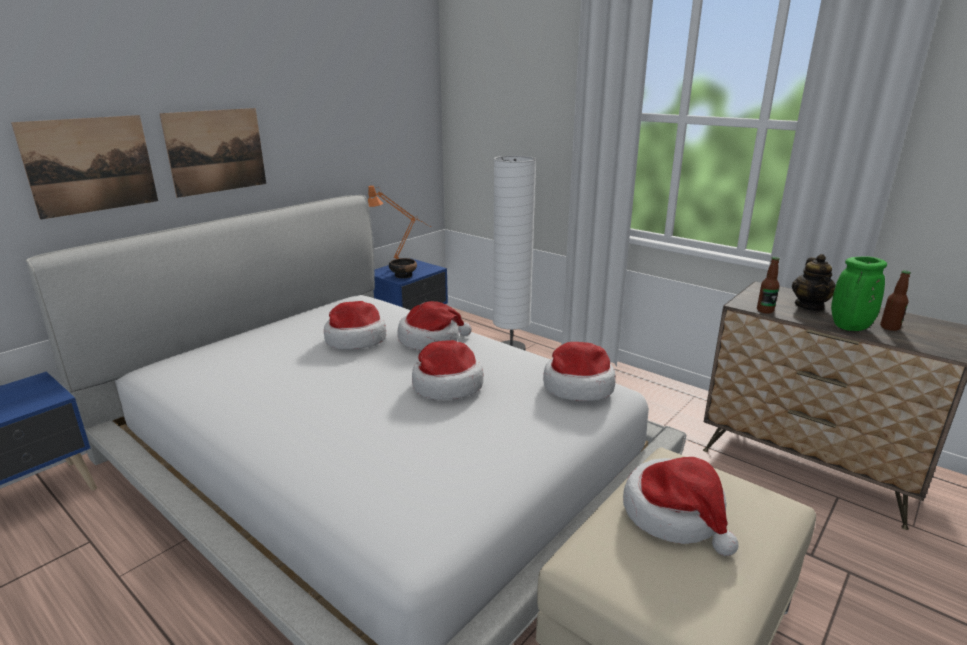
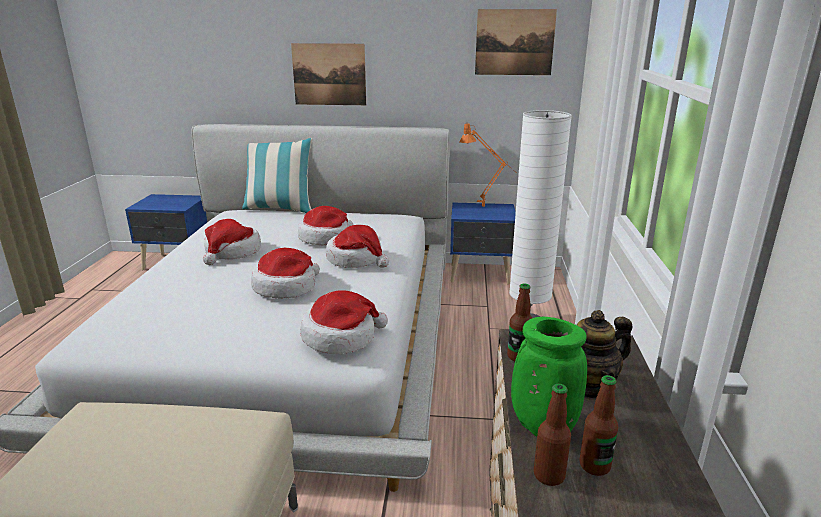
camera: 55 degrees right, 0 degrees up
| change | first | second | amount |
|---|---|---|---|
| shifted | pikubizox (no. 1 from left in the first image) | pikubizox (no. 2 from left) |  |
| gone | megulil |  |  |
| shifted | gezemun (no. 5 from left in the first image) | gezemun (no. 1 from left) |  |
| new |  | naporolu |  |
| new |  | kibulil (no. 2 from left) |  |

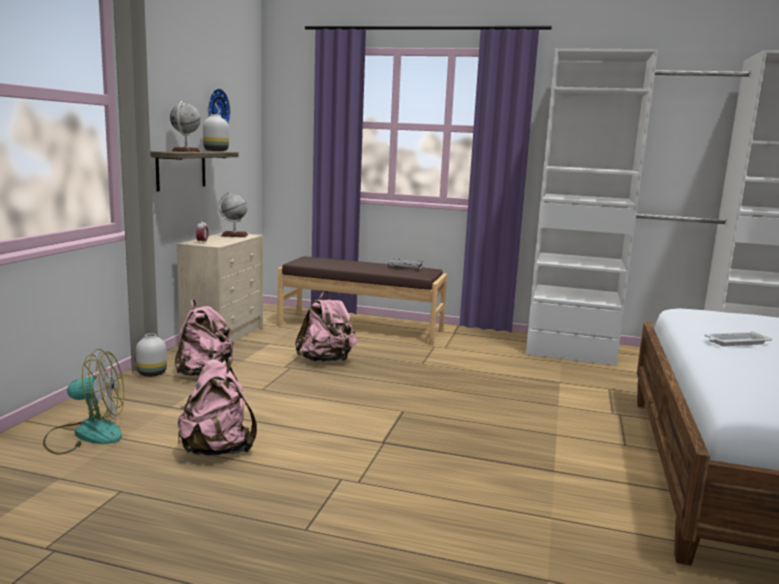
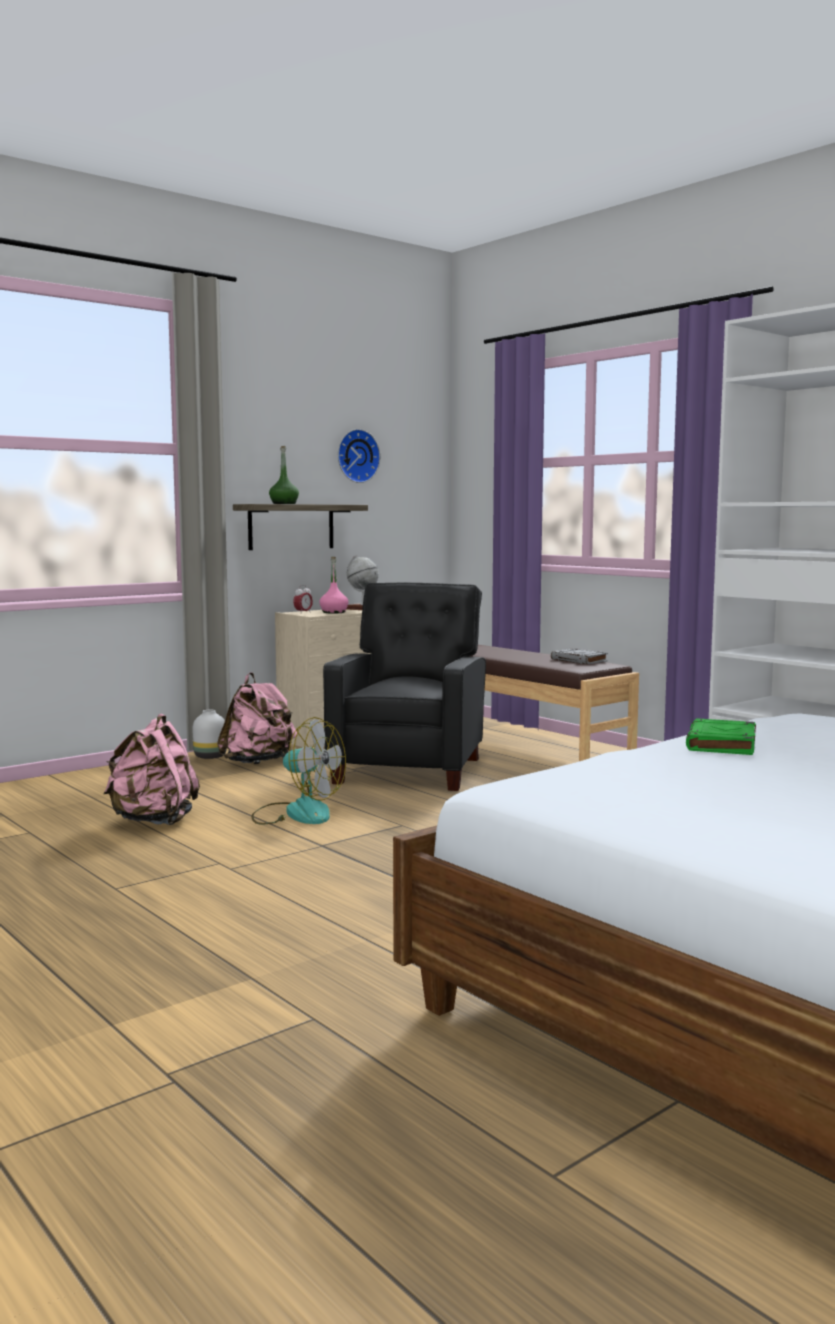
camera: 35 degrees right, 5 degrees down
| change | first | second | amount |
|---|---|---|---|
| swapped | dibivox (no. 1 from left) | green_kibulil |  |
| gone | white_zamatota (no. 2 from left) |  |  |
| swapped | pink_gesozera (no. 3 from left) | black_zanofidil |  |
| swapped | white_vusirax | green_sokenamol |  |
| shifted | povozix |  |  |
| new |  | pink_kibulil |  |

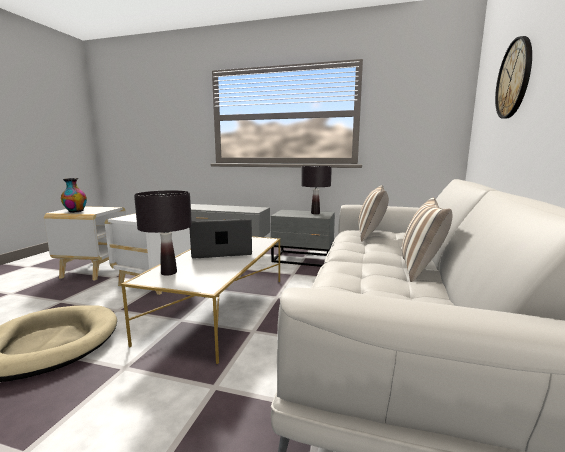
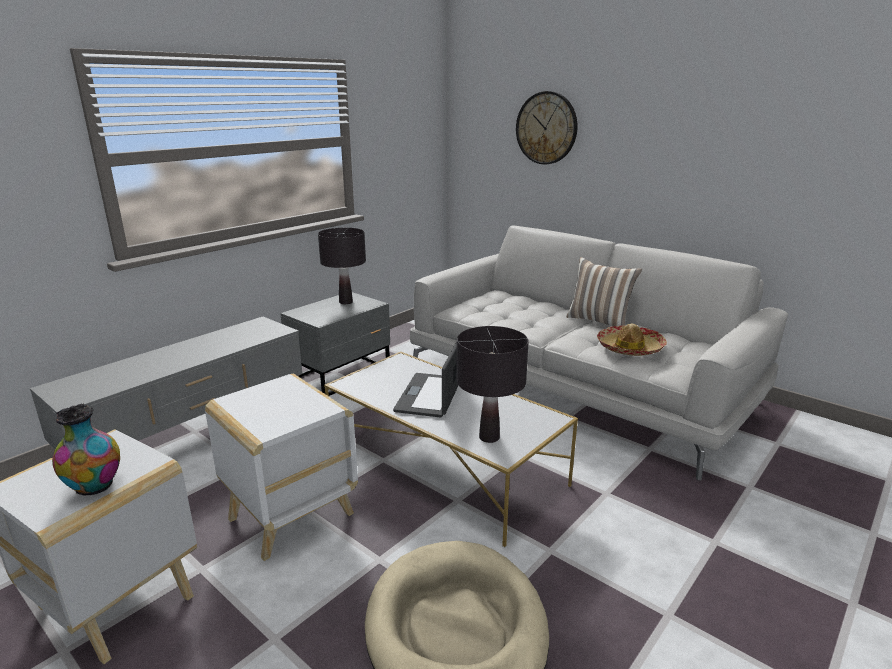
camera: 65 degrees left, 10 degrees up
| change | first | second | amount |
|---|---|---|---|
| gone | naporolu (no. 1 from left) |  |  |
| new |  | gezemun |  |

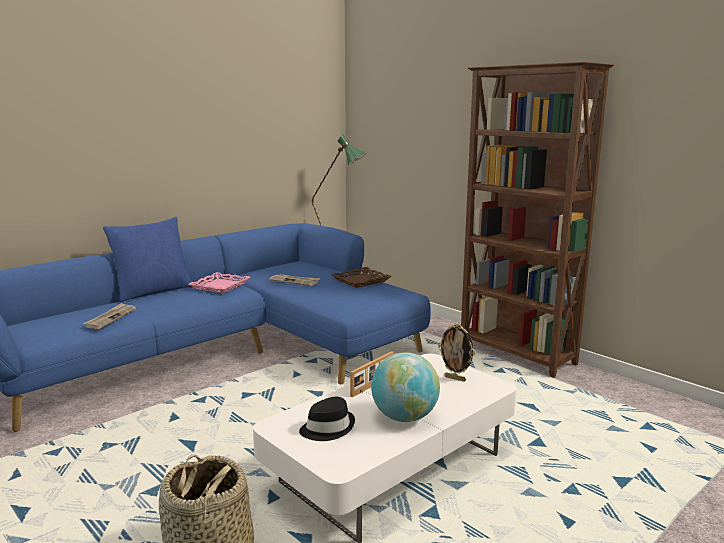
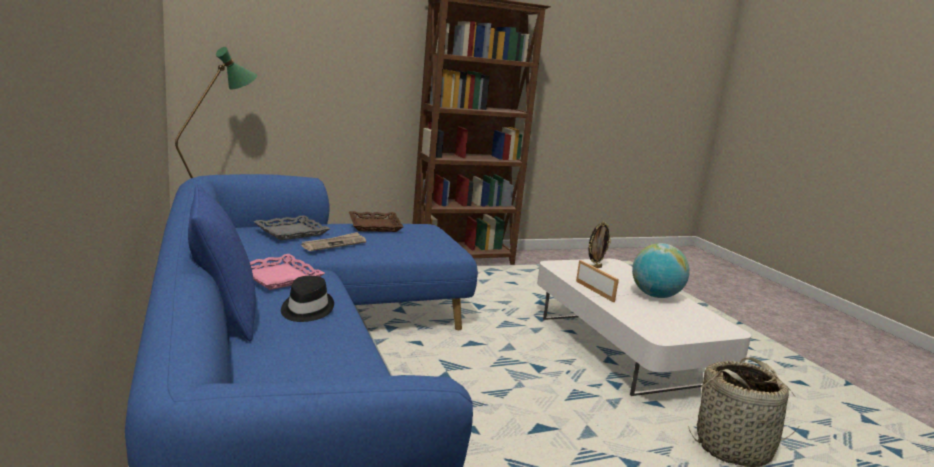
camera: 70 degrees left, 0 degrees up
| change | first | second | amount |
|---|---|---|---|
| gone | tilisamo (no. 1 from left) |  |  |
| shifted | black_gezemun |  |  |
| new |  | grey_vusirax |  |

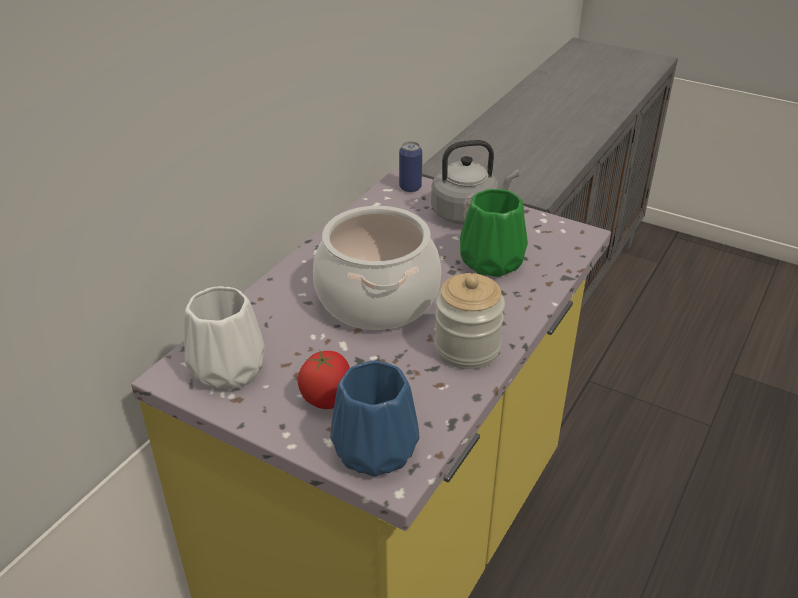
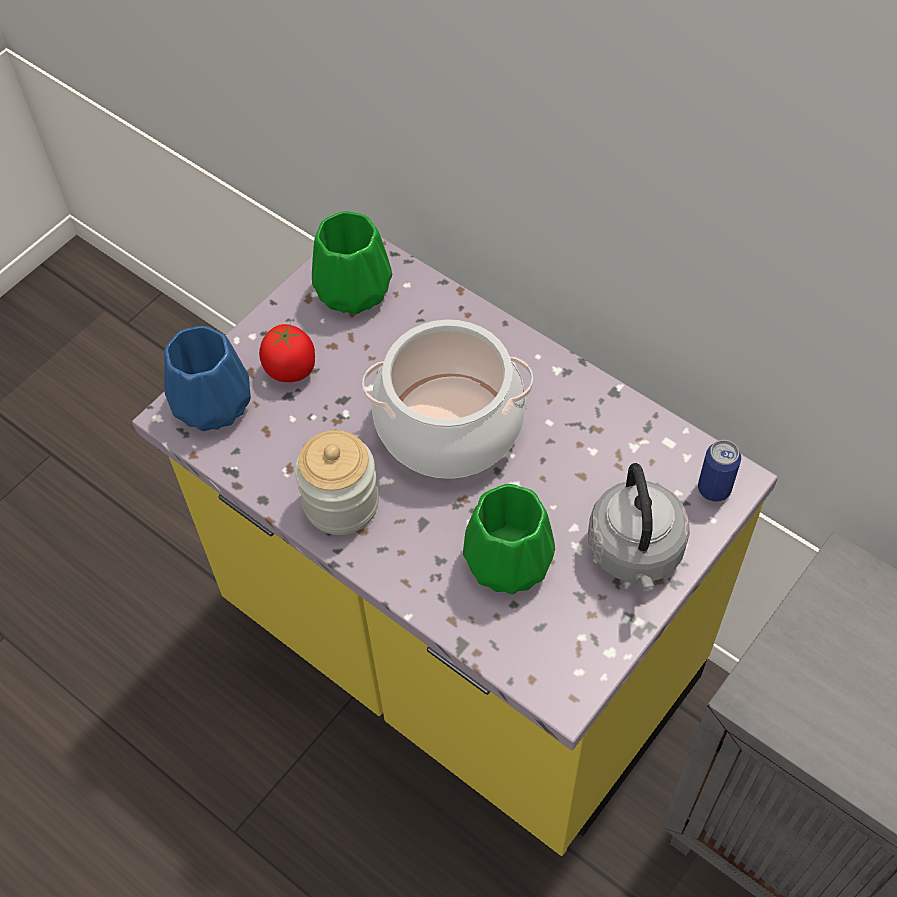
camera: 100 degrees right, 20 degrees up
| change | first | second | amount |
|---|---|---|---|
| repainted | white_zamatota | green_zamatota (no. 1 from left) |  |

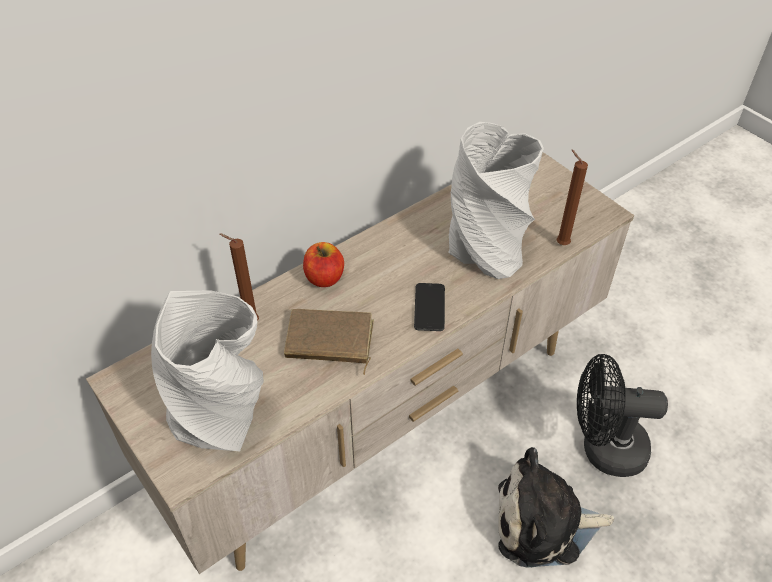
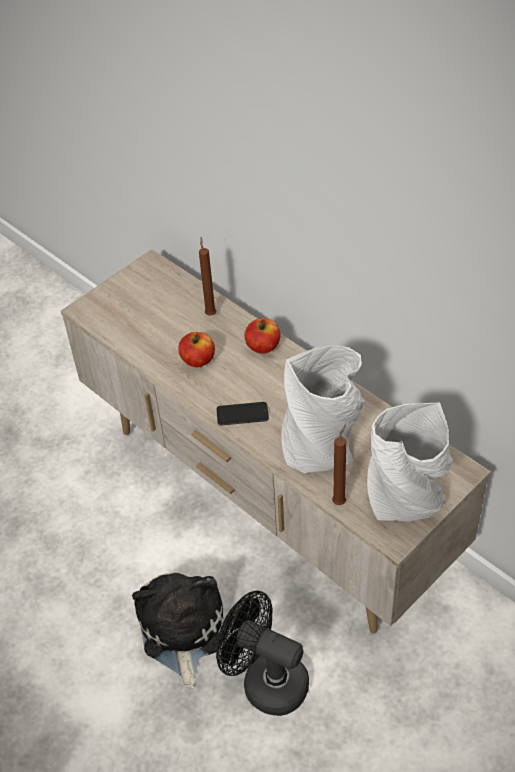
camera: 85 degrees right, 0 degrees up
| change | first | second | amount |
|---|---|---|---|
| shifted | grey_zamatota (no. 1 from left in the first image) | grey_zamatota (no. 2 from left) |  |
| swapped | brown_sokenamol | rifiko (no. 1 from left) |  |
| rotated | black_povozix |  | 60 degrees counterclockwise |

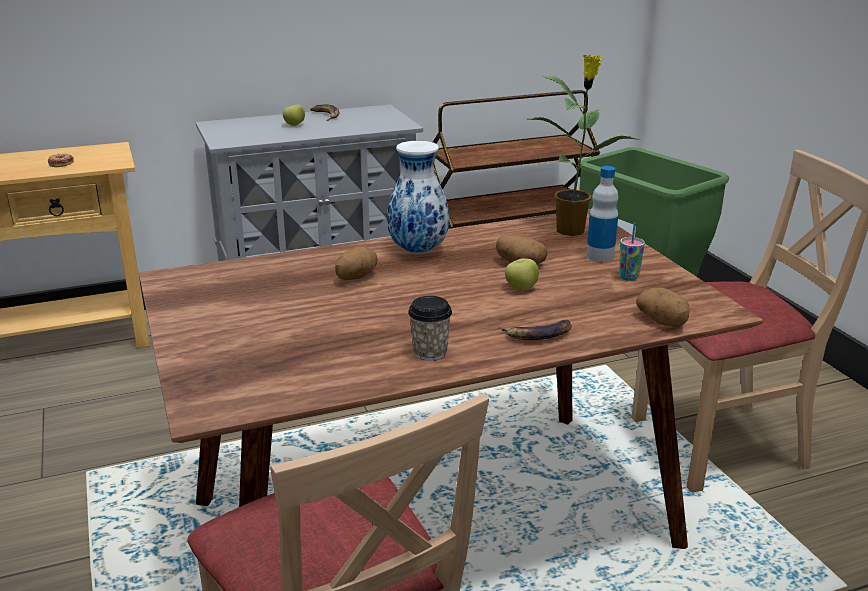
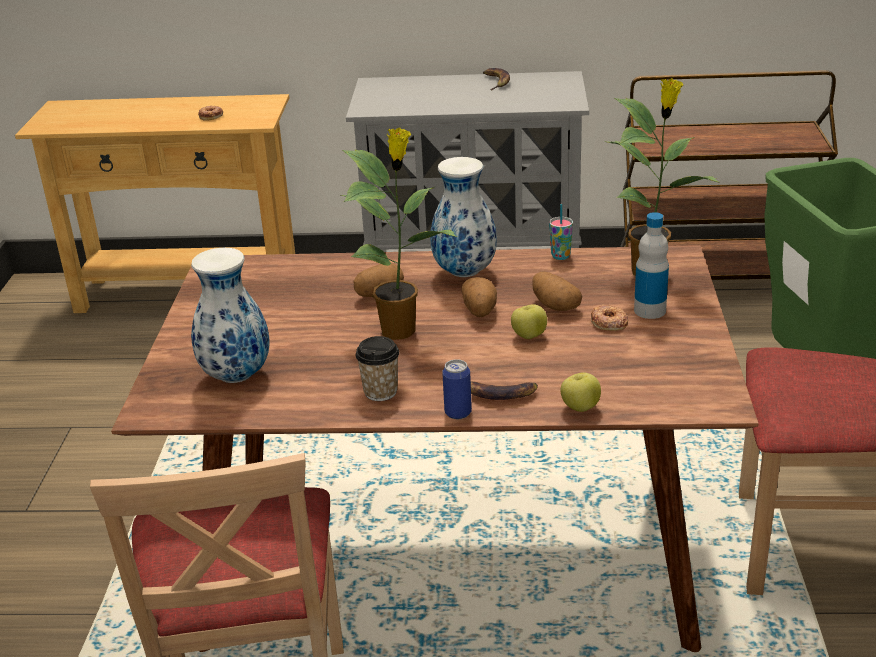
camera: 25 degrees right, 5 degrees up
| change | first | second | amount |
|---|---|---|---|
| shifted | rifiko (no. 1 from left in the first image) | rifiko (no. 2 from left) |  |
| shifted | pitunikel (no. 2 from left) |  |  |
| shifted | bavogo (no. 3 from left in the first image) | bavogo (no. 2 from left) |  |
| new |  | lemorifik (no. 1 from left) |  |
| new |  | zamatota (no. 1 from left) |  |
| new |  | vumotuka (no. 2 from left) |  |
| new |  | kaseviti |  |

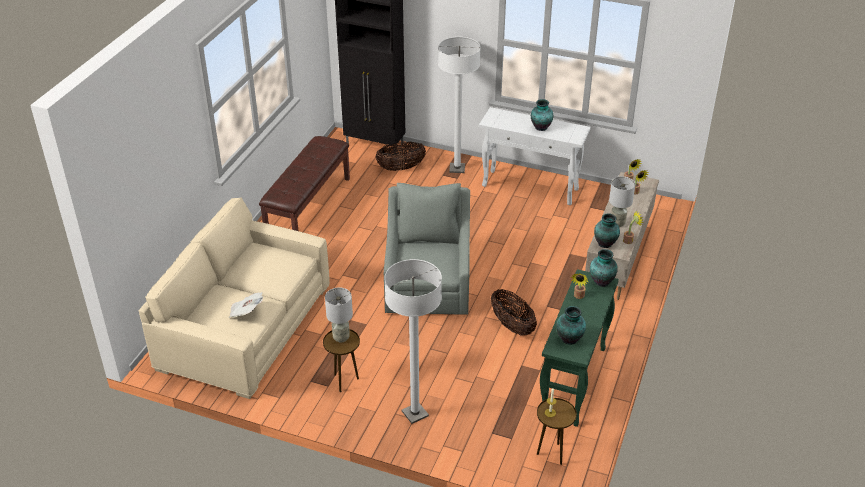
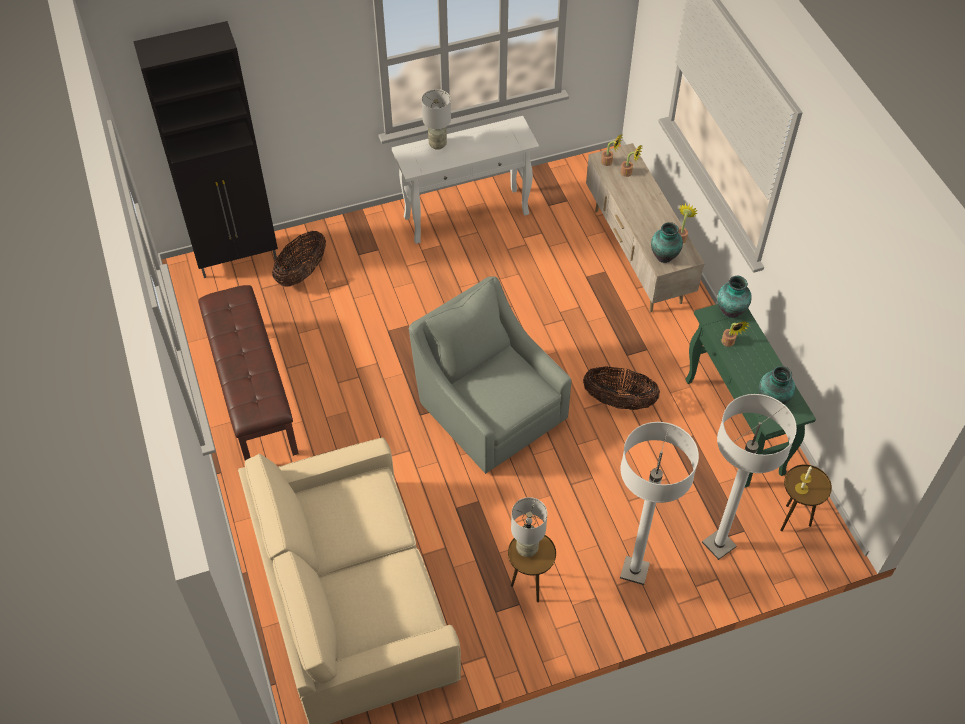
camera: 40 degrees left, 15 degrees up
| change | first | second | amount |
|---|---|---|---|
| shifted | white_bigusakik (no. 2 from left) |  |  |
| gone | zamatota (no. 1 from left) |  |  |
| shifted | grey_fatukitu (no. 2 from left in the first image) | grey_fatukitu (no. 1 from left) |  |
| gone | tilisamo |  |  |

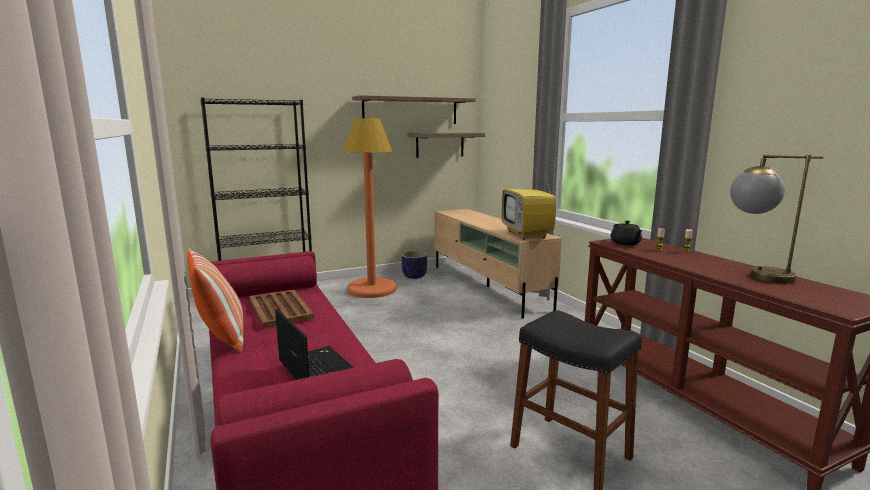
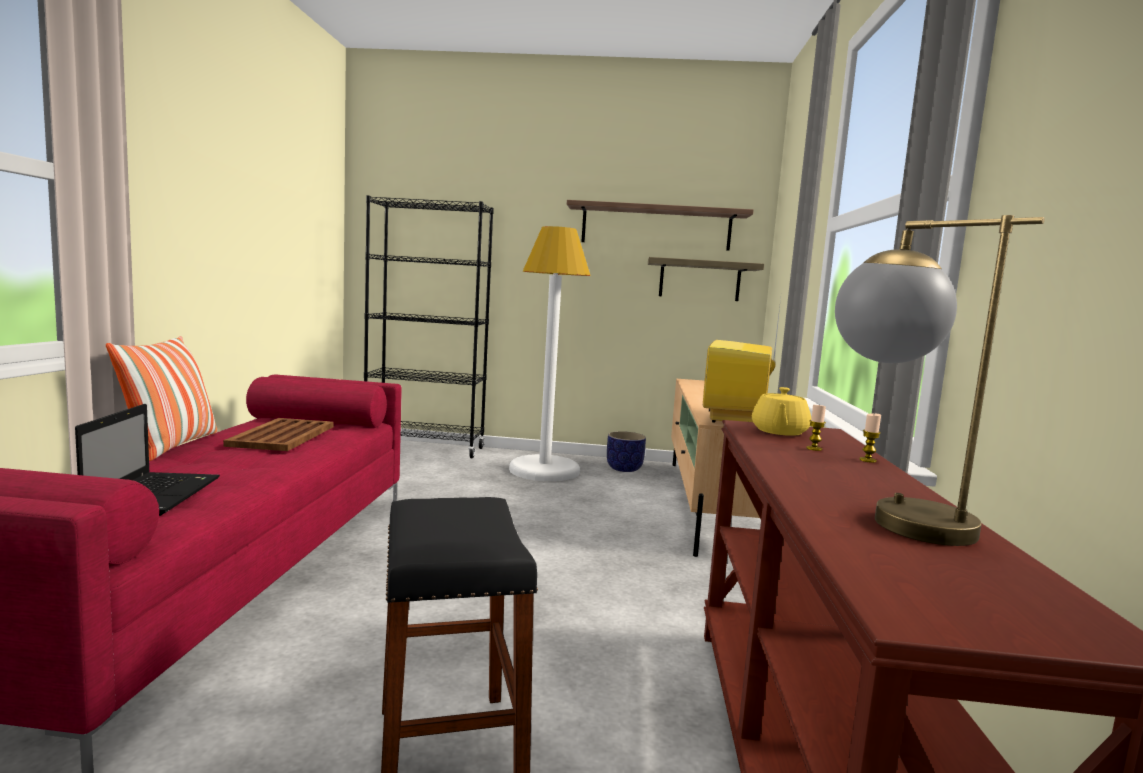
camera: 30 degrees right, 5 degrees down
| change | first | second | amount |
|---|---|---|---|
| repainted | orange_bigusakik | white_bigusakik |  |
| repainted | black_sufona | yellow_sufona |  |

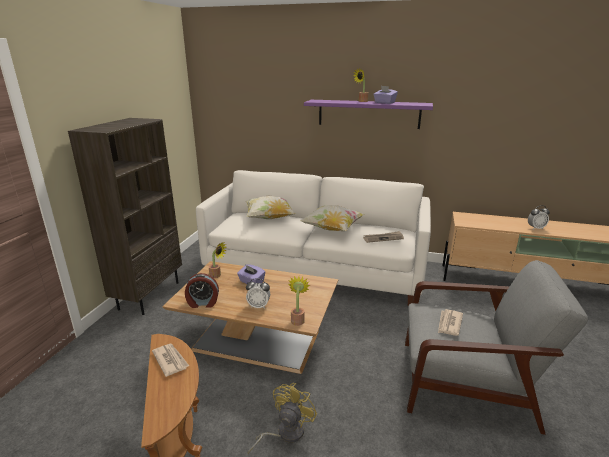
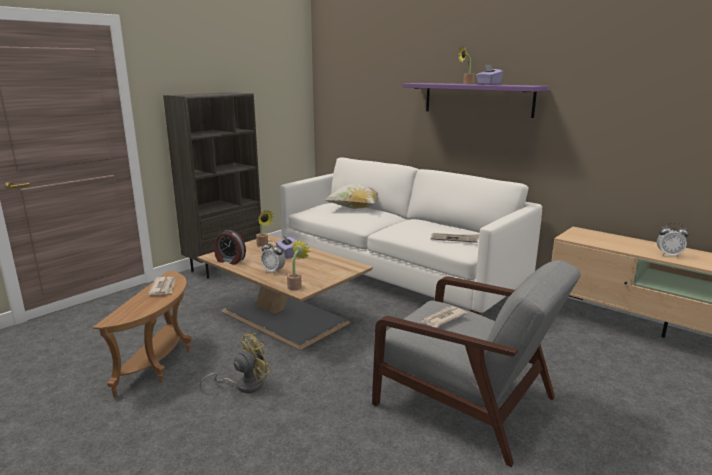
camera: 25 degrees right, 5 degrees down
| change | first | second | amount |
|---|---|---|---|
| gone | naporolu (no. 2 from left) |  |  |

